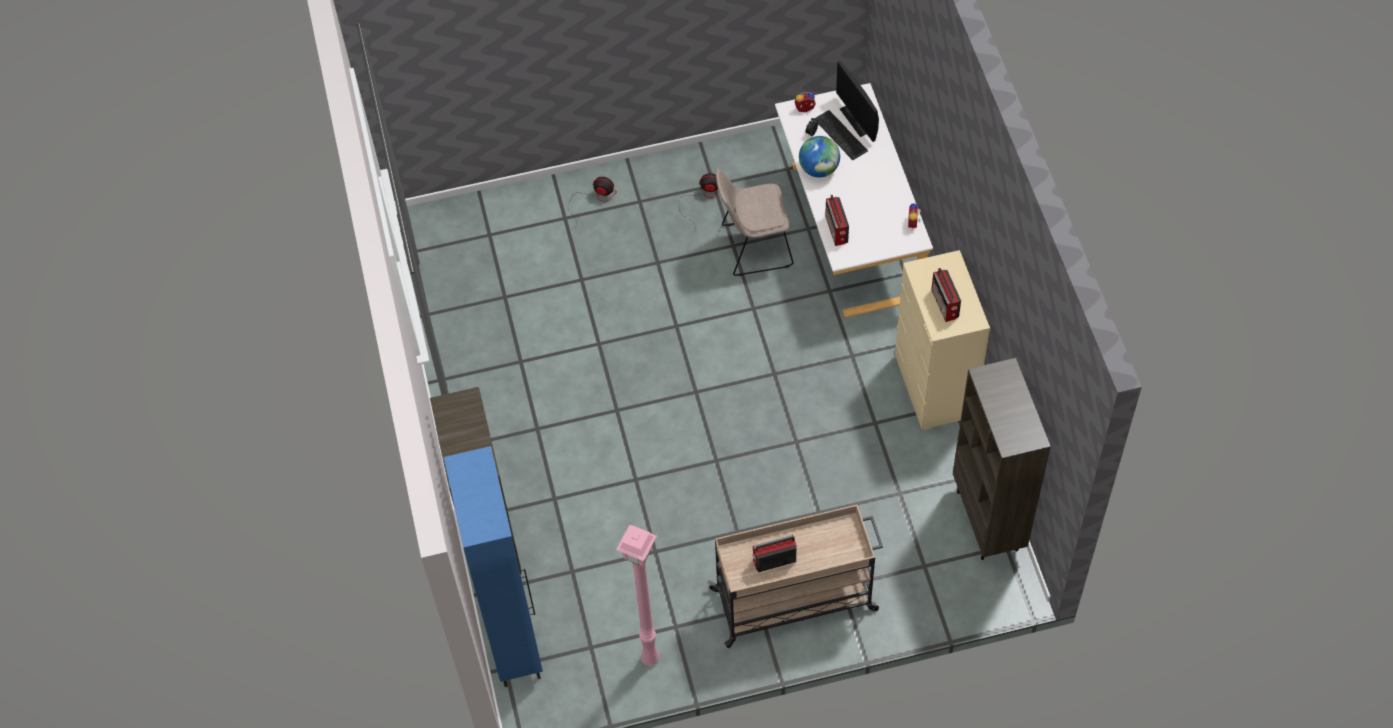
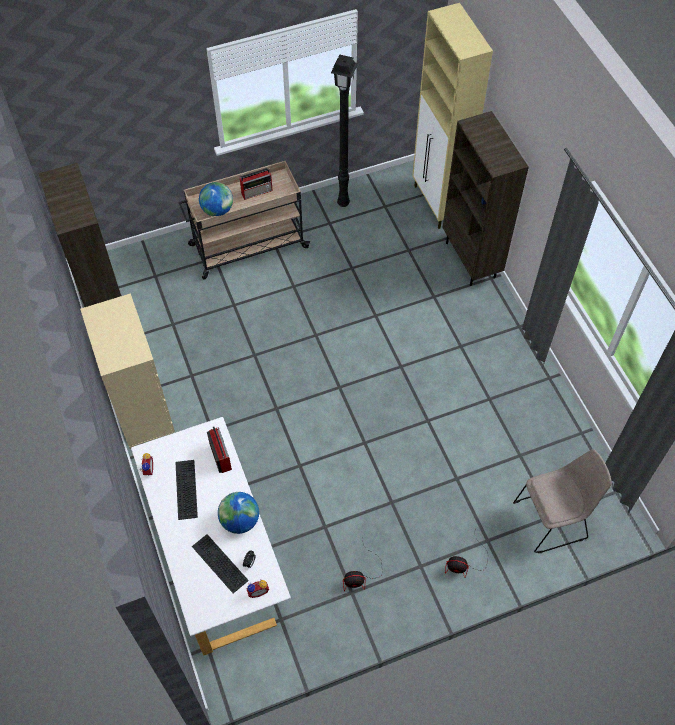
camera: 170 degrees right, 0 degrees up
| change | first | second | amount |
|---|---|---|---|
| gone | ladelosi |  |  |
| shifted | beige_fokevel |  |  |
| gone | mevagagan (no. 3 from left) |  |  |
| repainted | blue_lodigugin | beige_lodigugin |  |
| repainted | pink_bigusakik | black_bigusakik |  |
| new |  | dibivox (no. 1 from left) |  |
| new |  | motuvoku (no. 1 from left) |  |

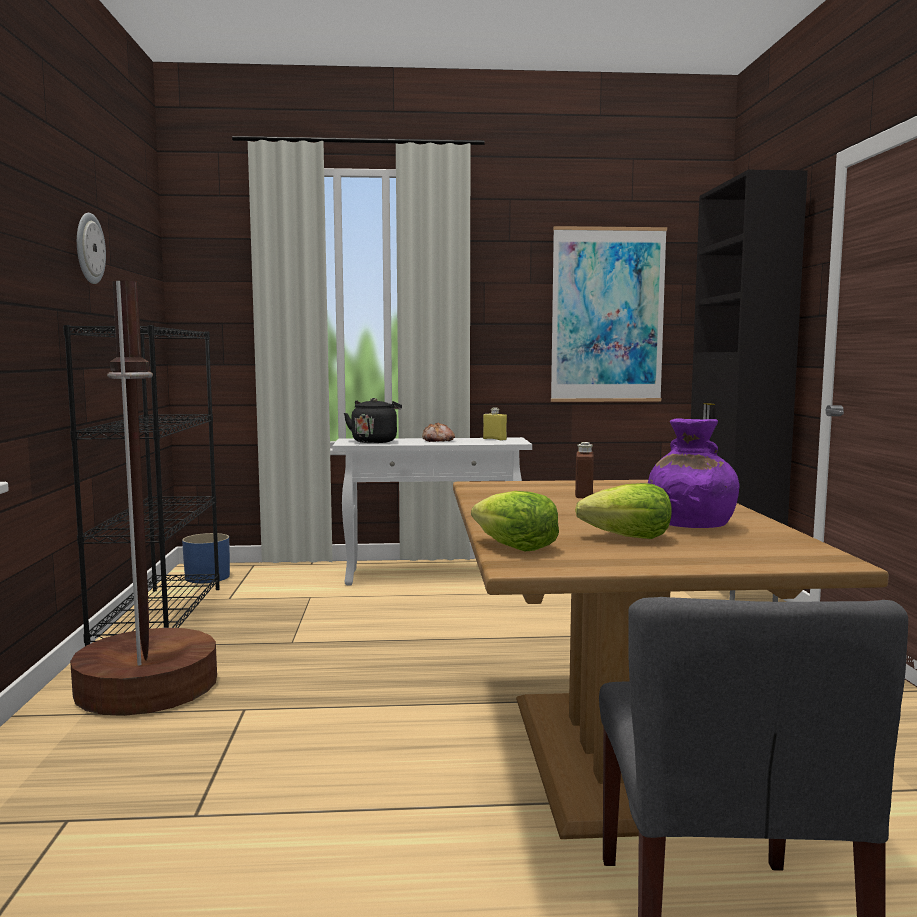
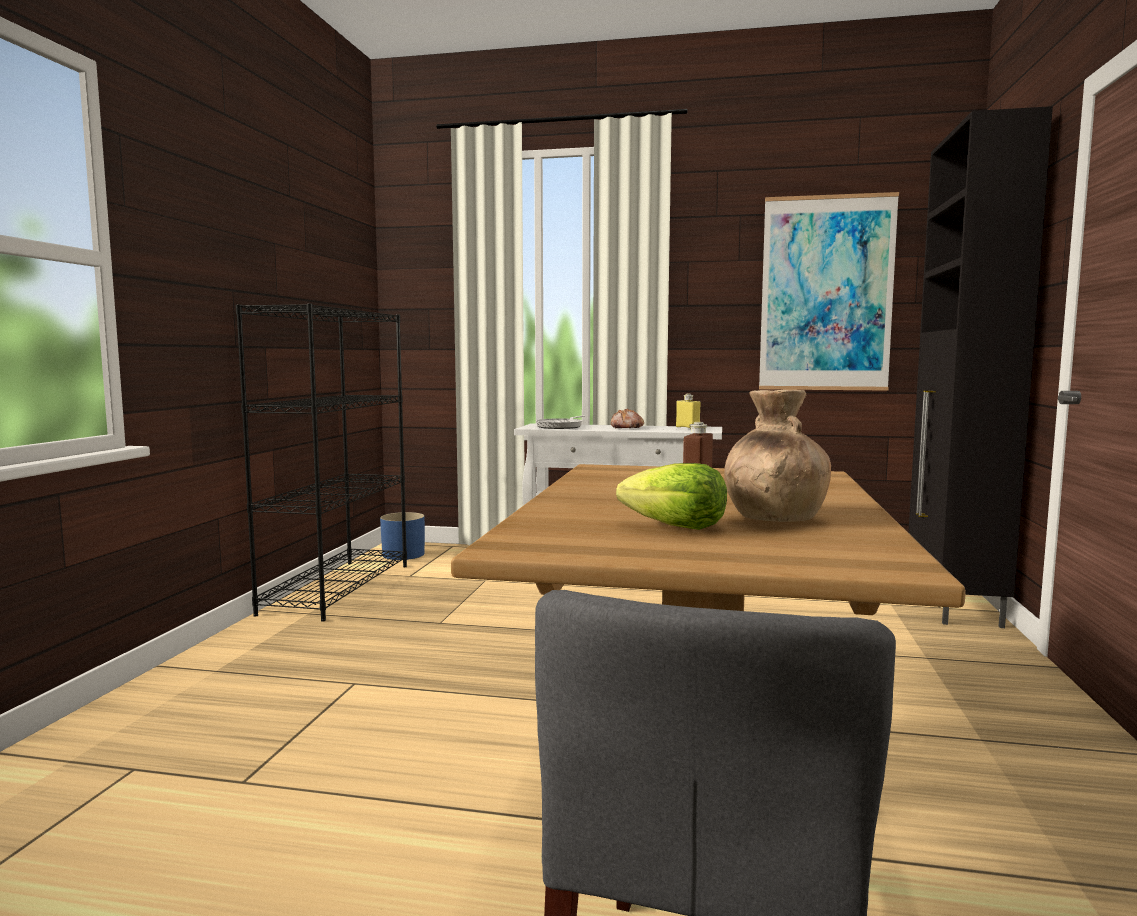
camera: 15 degrees right, 0 degrees up
| change | first | second | amount |
|---|---|---|---|
| gone | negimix |  |  |
| gone | brown_bigusakik |  |  |
| swapped | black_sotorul | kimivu |  |
| repainted | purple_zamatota | brown_zamatota |  |
| gone | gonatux (no. 1 from left) |  |  |

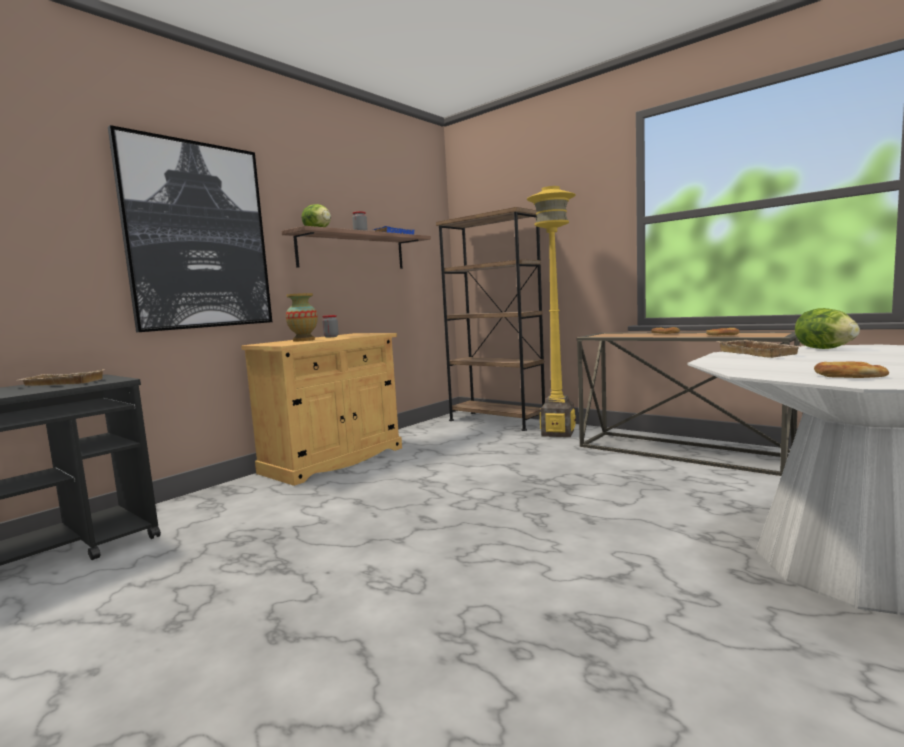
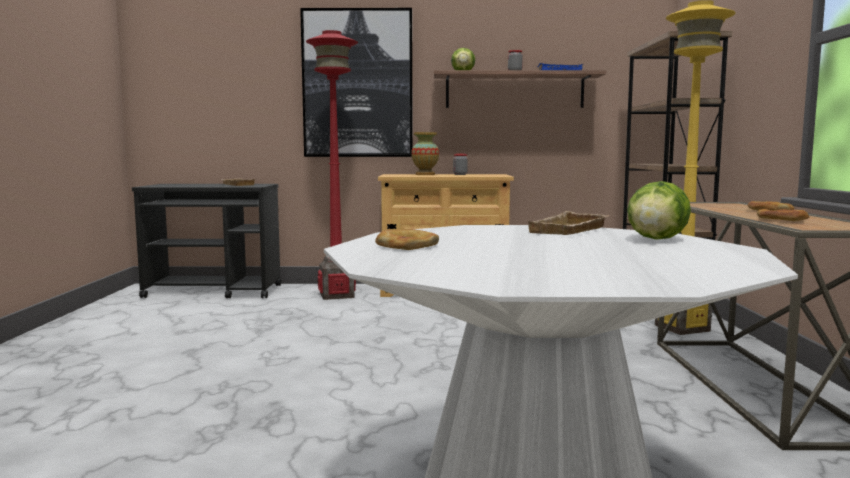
camera: 50 degrees right, 0 degrees up
| change | first | second | amount |
|---|---|---|---|
| new |  | red_bigusakik |  |

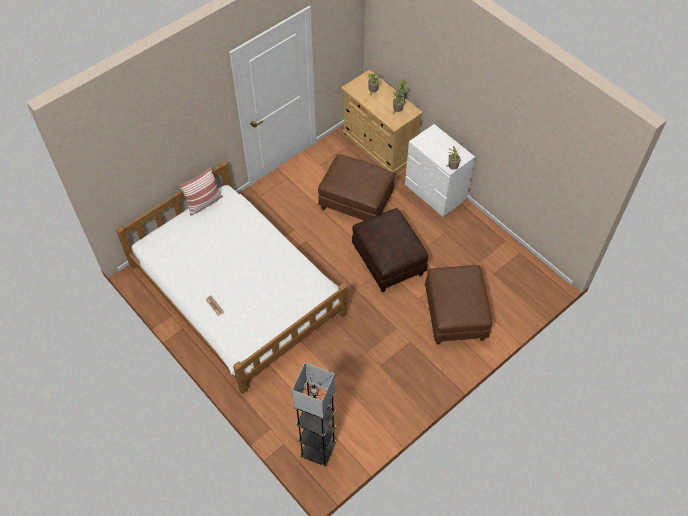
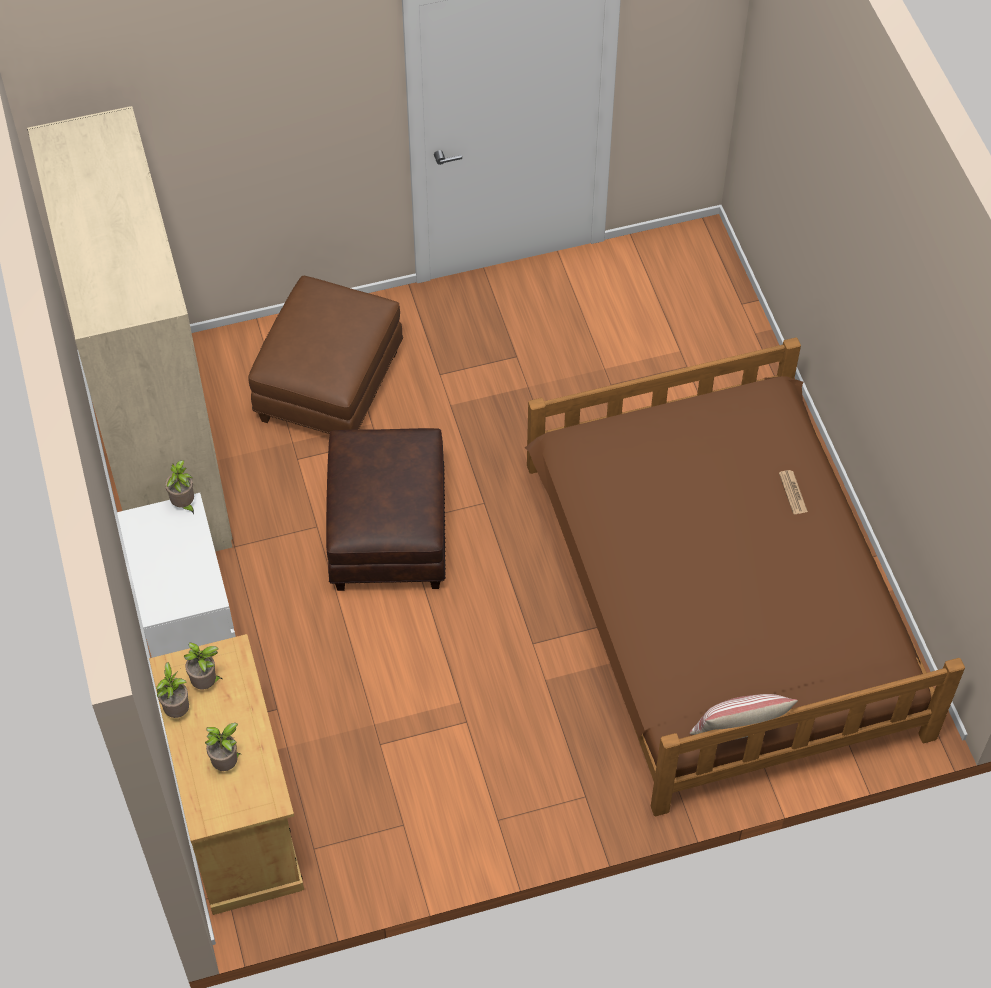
camera: 155 degrees left, 0 degrees up
| change | first | second | amount |
|---|---|---|---|
| gone | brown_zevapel (no. 1 from left) |  |  |
| repainted | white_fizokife | brown_fizokife |  |
| gone | grey_bigusakik |  |  |
| new |  | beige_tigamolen |  |

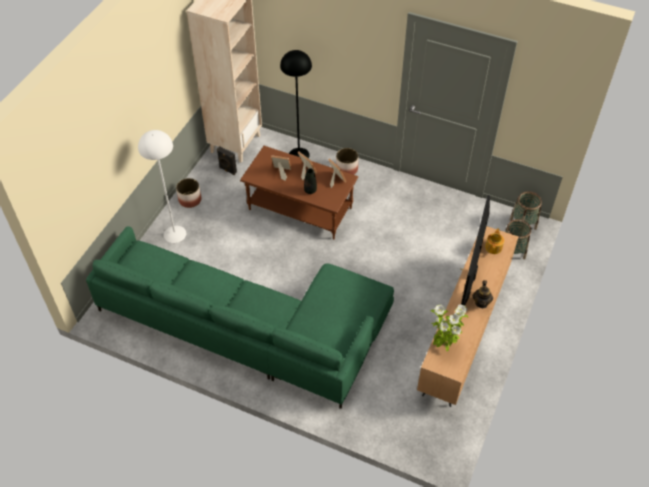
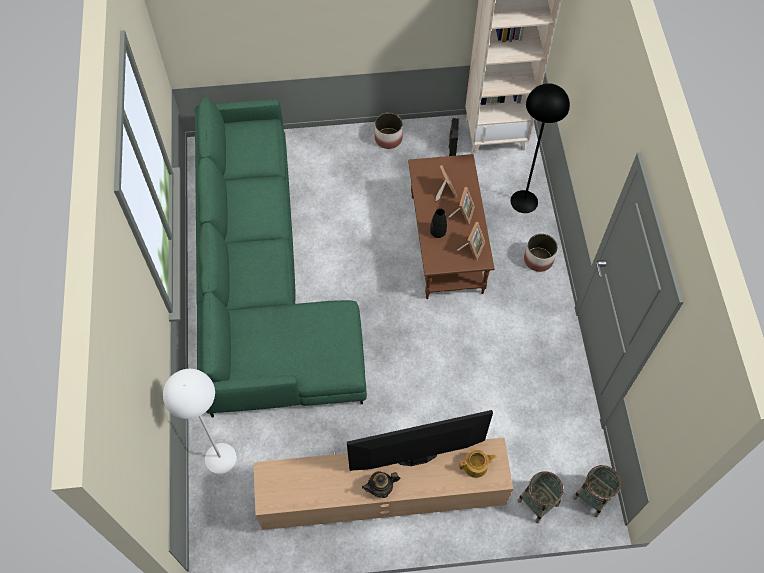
camera: 60 degrees right, 10 degrees up
| change | first | second | amount |
|---|---|---|---|
| shifted | white_bigusakik |  |  |
| gone | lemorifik |  |  |

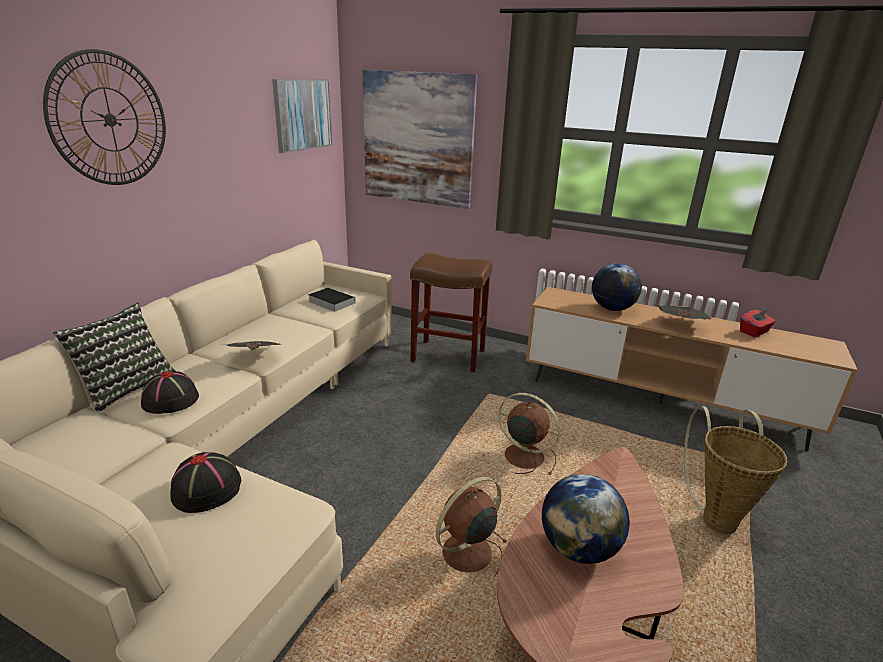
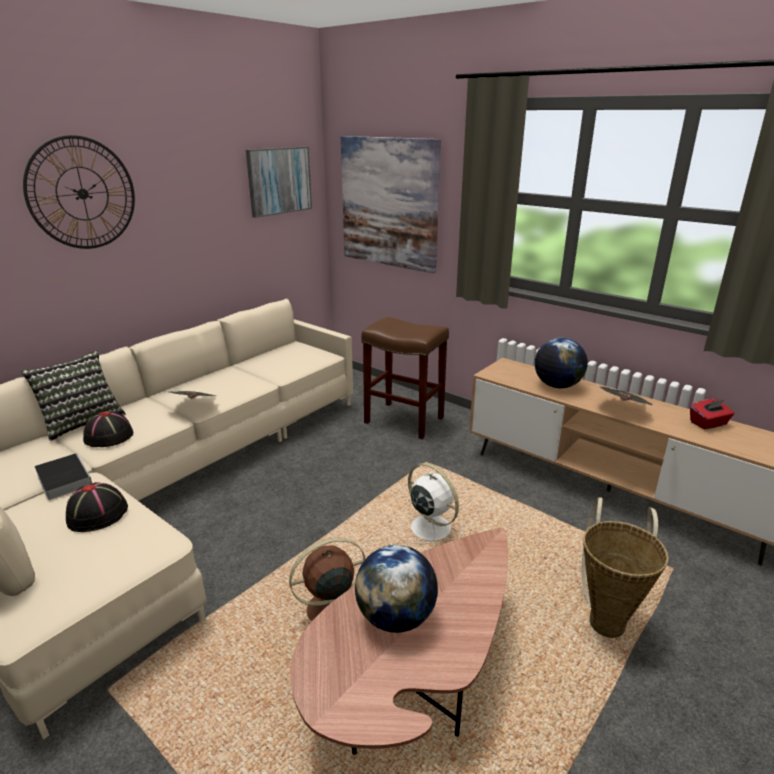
camera: 15 degrees right, 0 degrees up
| change | first | second | amount |
|---|---|---|---|
| shifted | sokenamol |  |  |
| repainted | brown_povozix (no. 2 from left) | white_povozix |  |

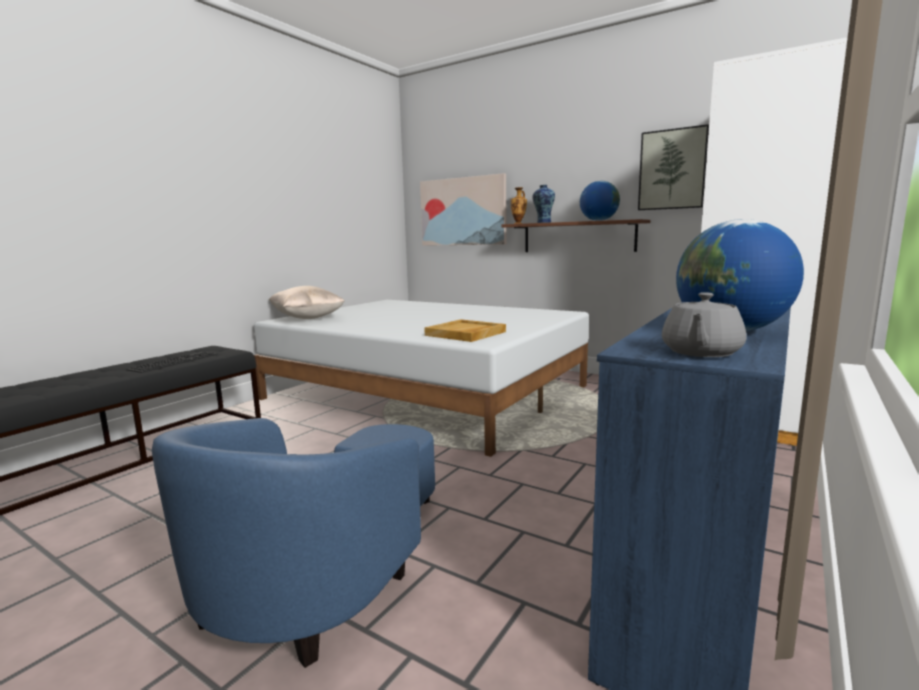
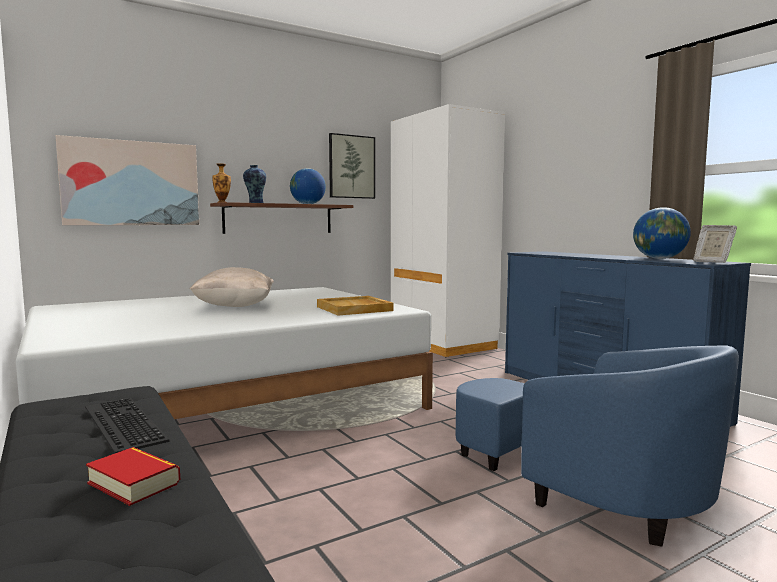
camera: 65 degrees left, 5 degrees down
| change | first | second | amount |
|---|---|---|---|
| shifted | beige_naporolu |  |  |
| swapped | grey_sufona | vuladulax |  |
| new |  | sokenamol |  |

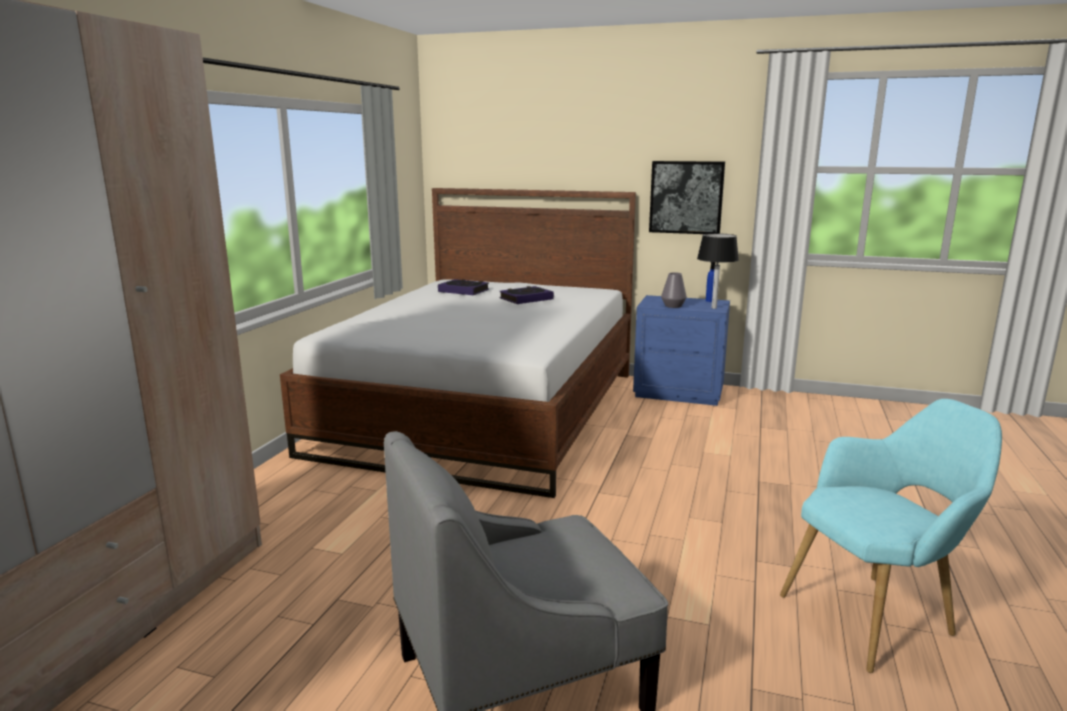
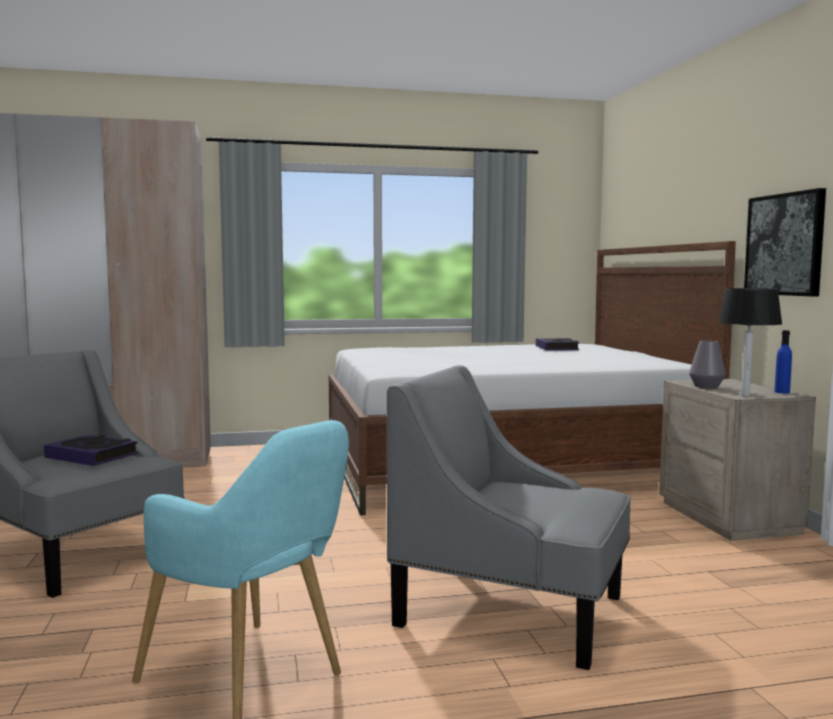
camera: 60 degrees right, 10 degrees down
| change | first | second | amount |
|---|---|---|---|
| shifted | sokenamol (no. 2 from left in the first image) | sokenamol (no. 1 from left) |  |
| repainted | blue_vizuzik | beige_vizuzik |  |
| new |  | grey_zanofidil (no. 2 from left) |  |

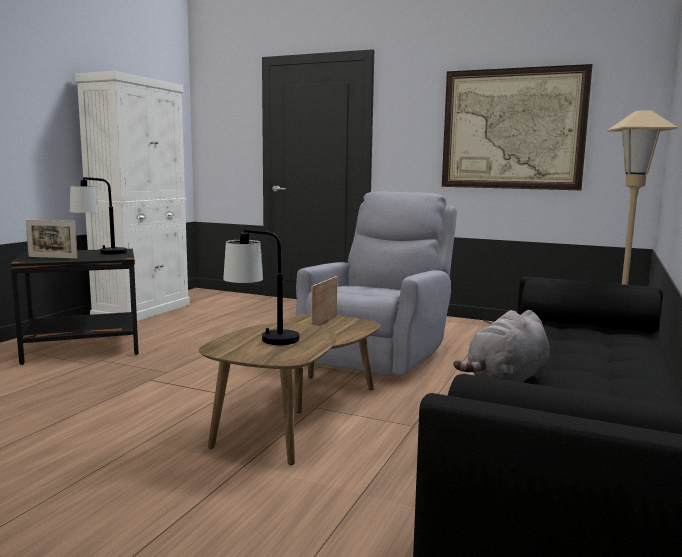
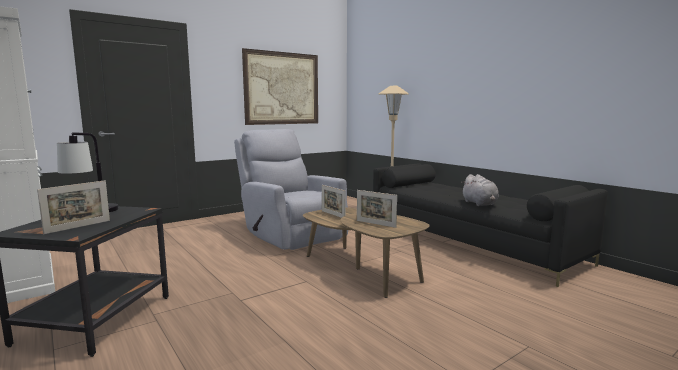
camera: 60 degrees left, 0 degrees up
| change | first | second | amount |
|---|---|---|---|
| swapped | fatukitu (no. 2 from left) | vuladulax (no. 3 from left) |  |

